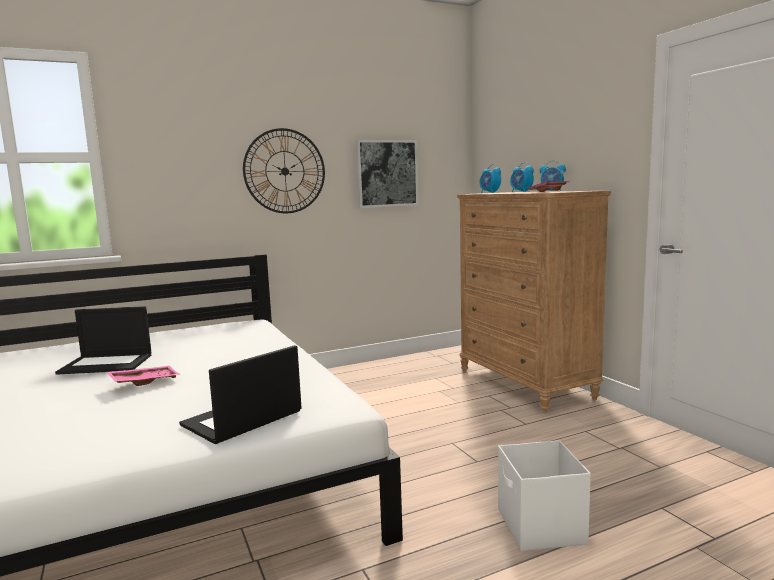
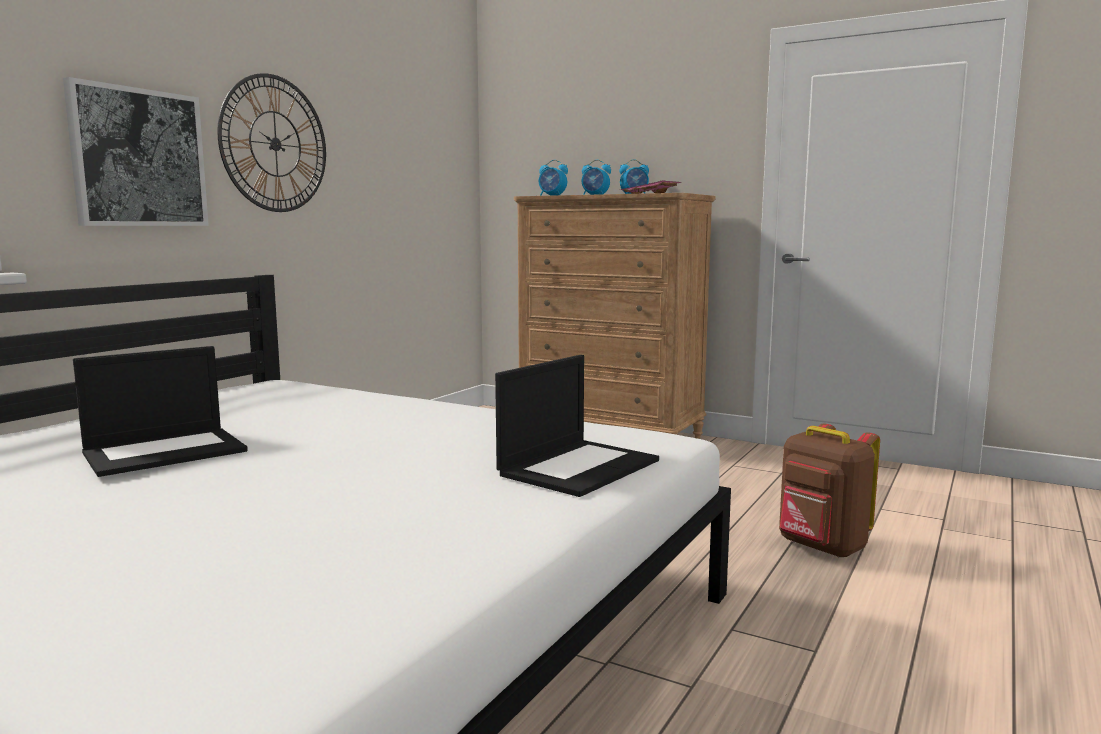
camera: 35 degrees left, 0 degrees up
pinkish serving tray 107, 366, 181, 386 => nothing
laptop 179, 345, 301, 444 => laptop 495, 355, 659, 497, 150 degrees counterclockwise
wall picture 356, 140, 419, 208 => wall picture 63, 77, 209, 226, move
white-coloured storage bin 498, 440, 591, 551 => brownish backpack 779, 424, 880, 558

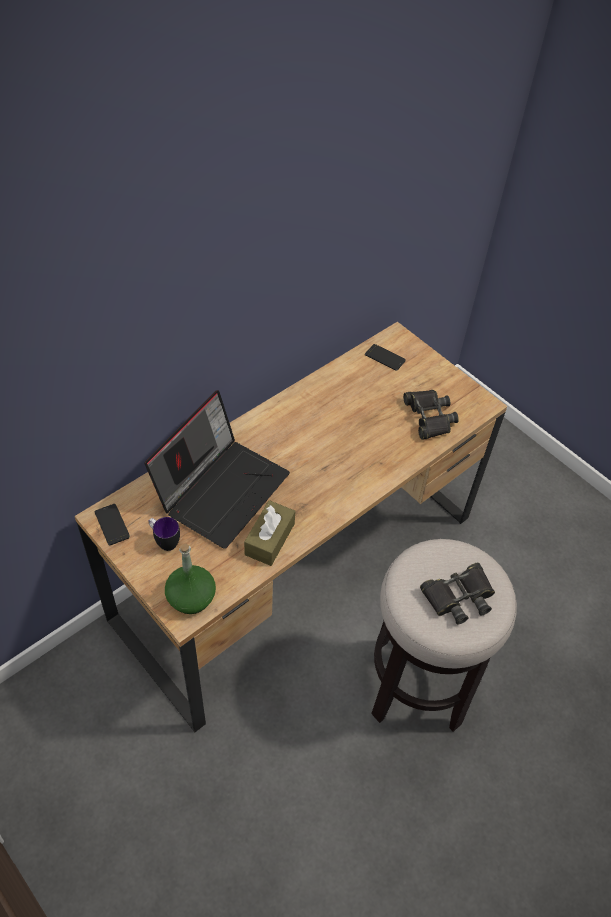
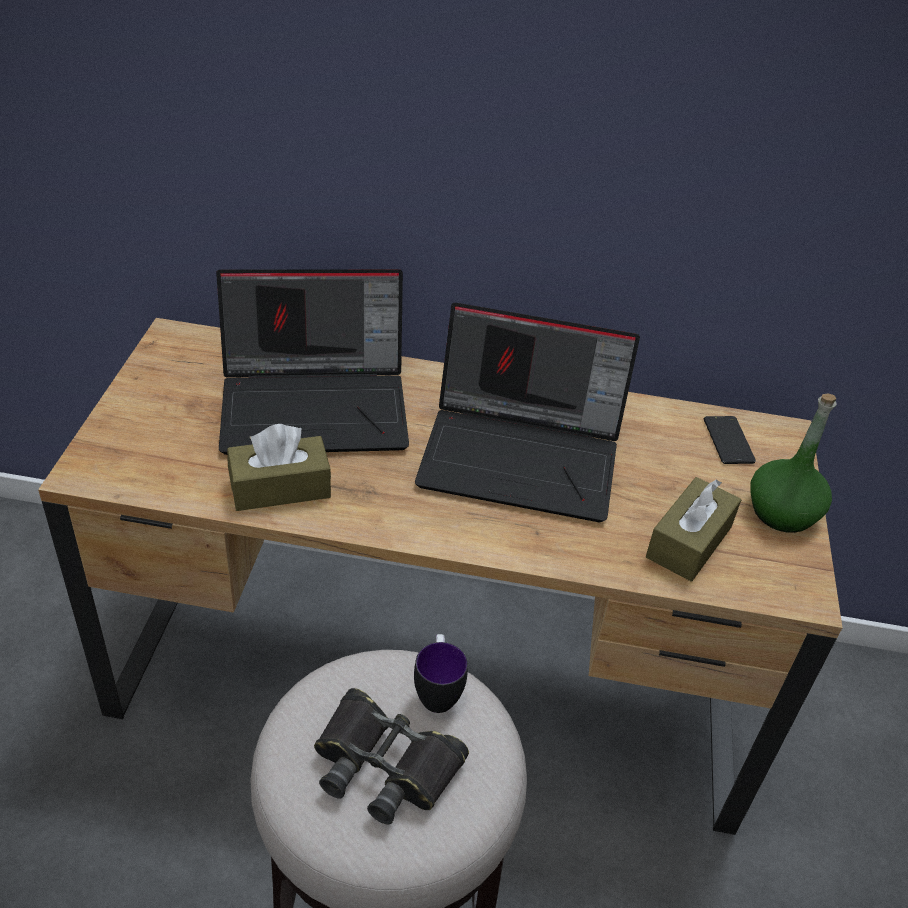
camera: 50 degrees right, 10 degrees down
phone 95, 504, 130, 545 => nothing
mug 148, 517, 180, 551 => mug 414, 634, 468, 713, move
greenish drink bottle 165, 544, 216, 614 => greenish drink bottle 750, 393, 837, 533, move
blackish binoculars 403, 390, 459, 440 => brownish tissue box 646, 477, 741, 581
nothing => laptop 415, 303, 640, 522

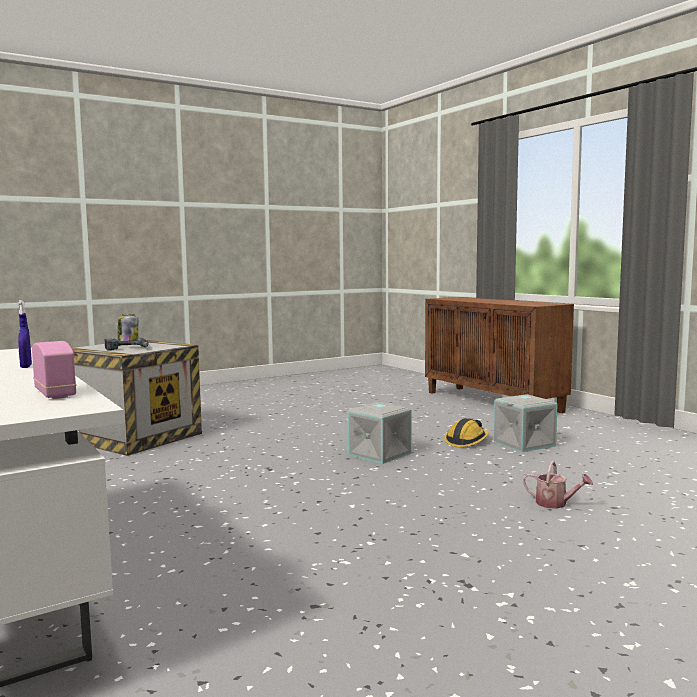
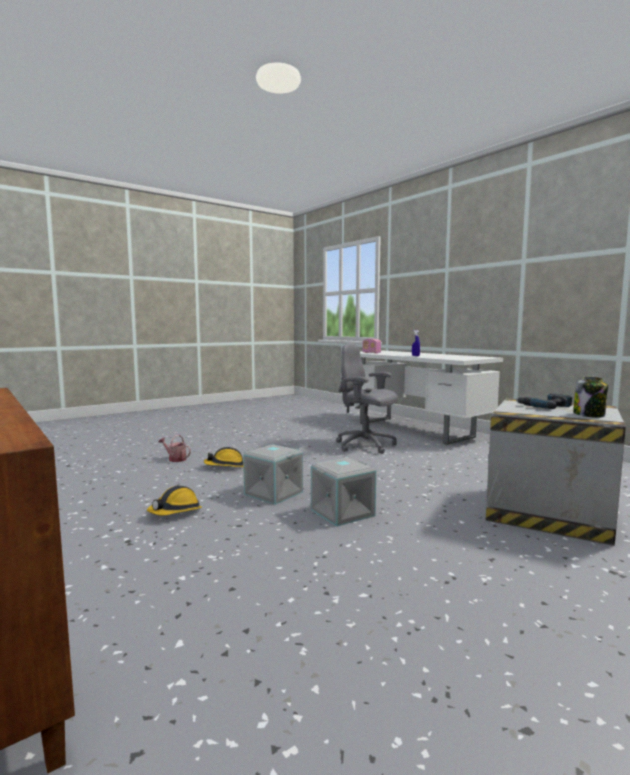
camera: 175 degrees right, 0 degrees up
grey storage bin 494, 394, 558, 452 => grey storage bin 311, 458, 376, 527, move
nothing => hard hat 204, 447, 244, 467
nothing => grey computer chair 336, 343, 398, 454

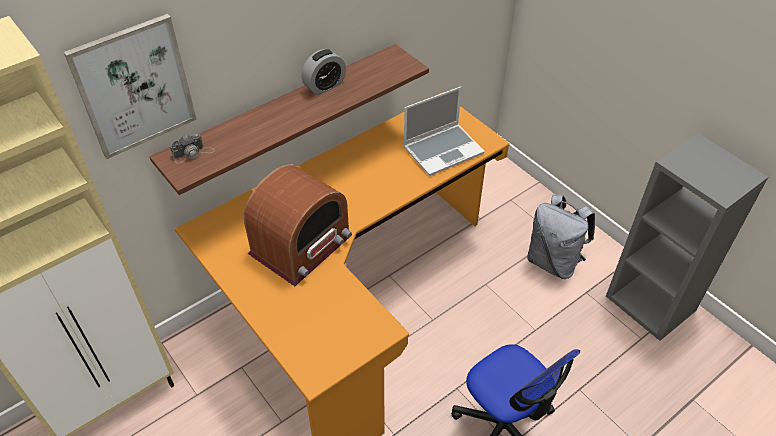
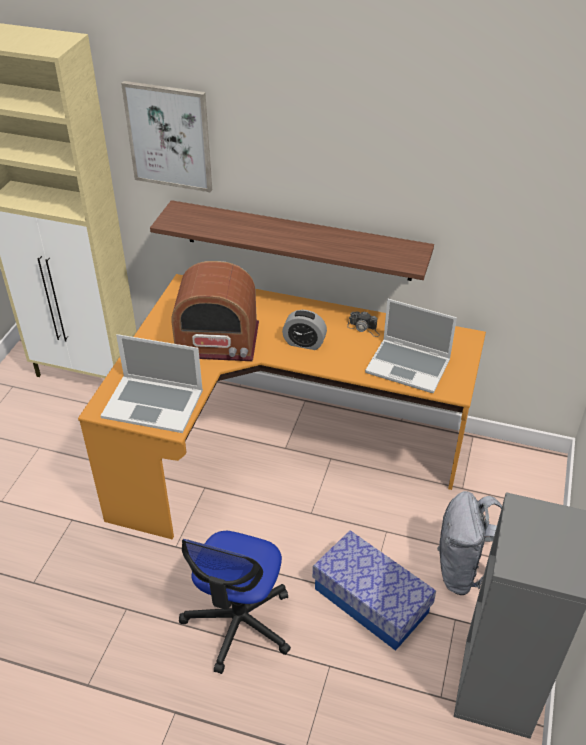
camera: 55 degrees right, 5 degrees down
still camera 170, 134, 215, 164 => still camera 347, 311, 380, 337, move
table clock 301, 49, 346, 95 => table clock 282, 310, 327, 350, move
nothing => laptop 101, 334, 203, 433
nothing => storage bin 313, 530, 436, 651

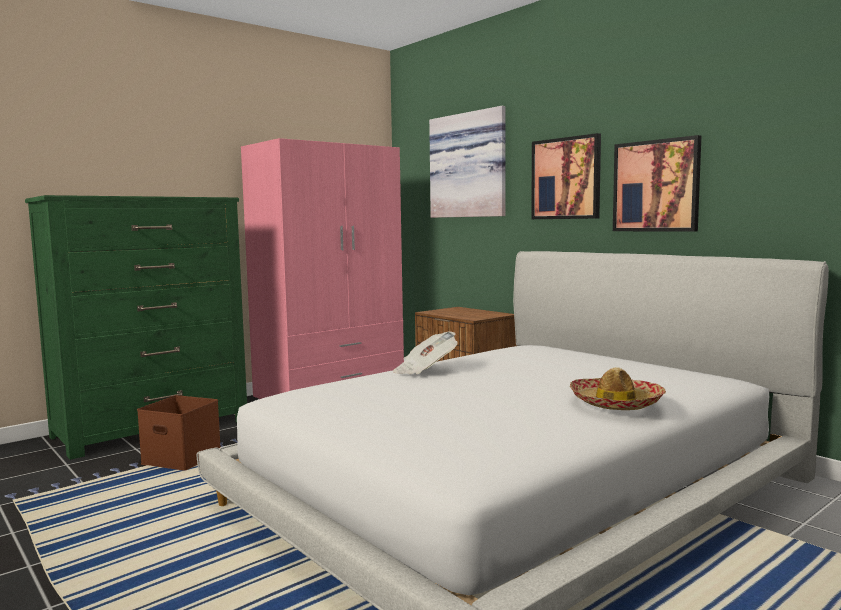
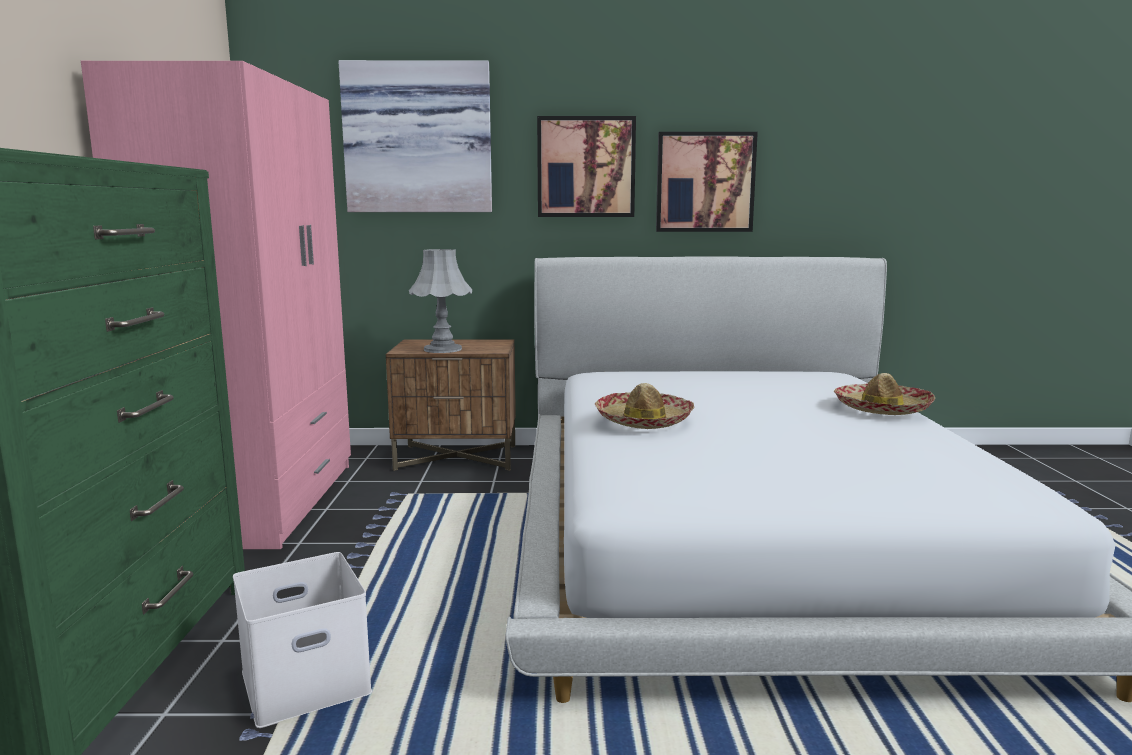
camera: 50 degrees left, 5 degrees up
brownish storage bin 137, 395, 220, 471 => white-coloured storage bin 233, 552, 372, 728
printed paper 393, 331, 458, 374 => hat 595, 383, 694, 429
nothing => grey table lamp 409, 249, 472, 353

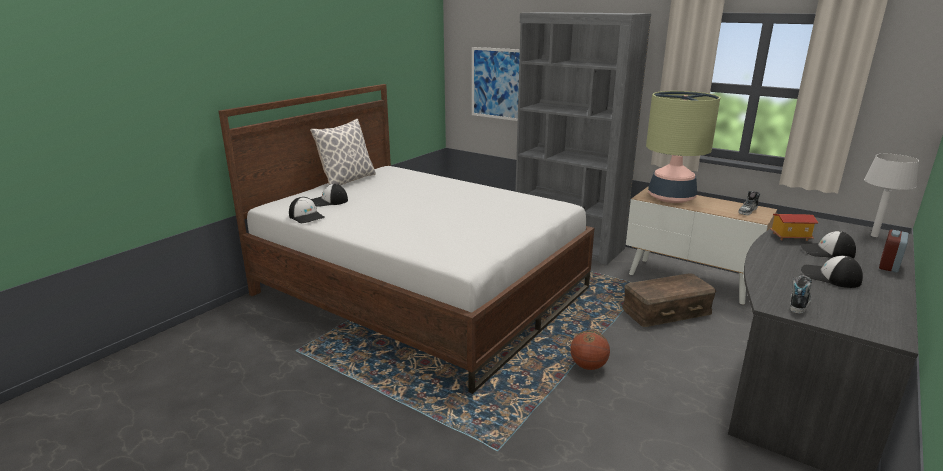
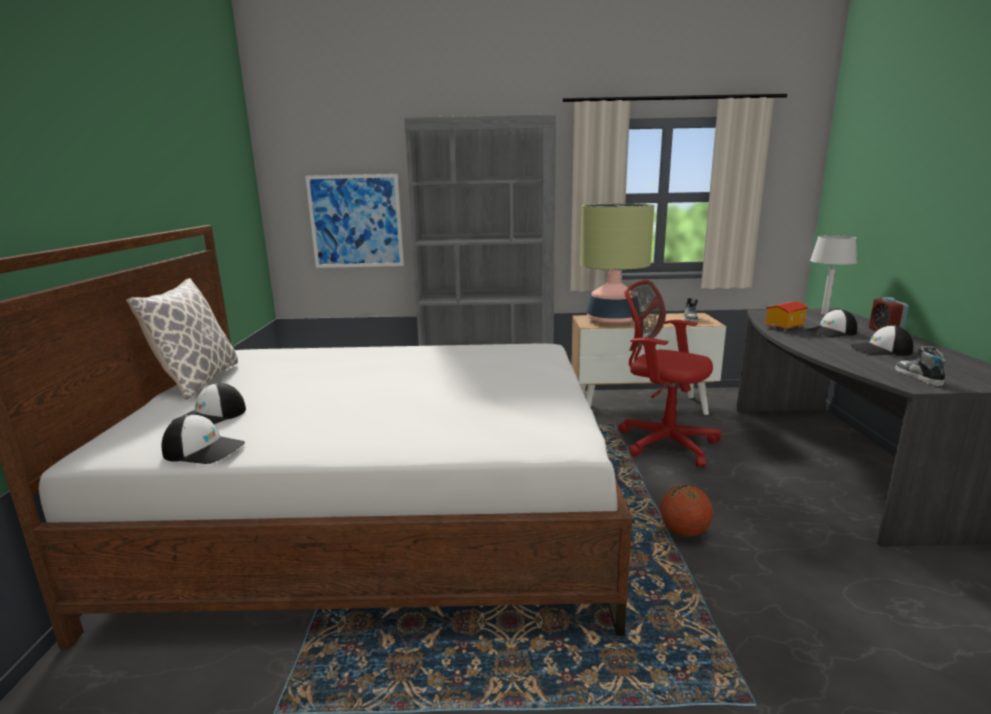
camera: 35 degrees left, 5 degrees down
brownish storage bin 622, 273, 716, 327 => reddish computer chair 618, 280, 721, 468

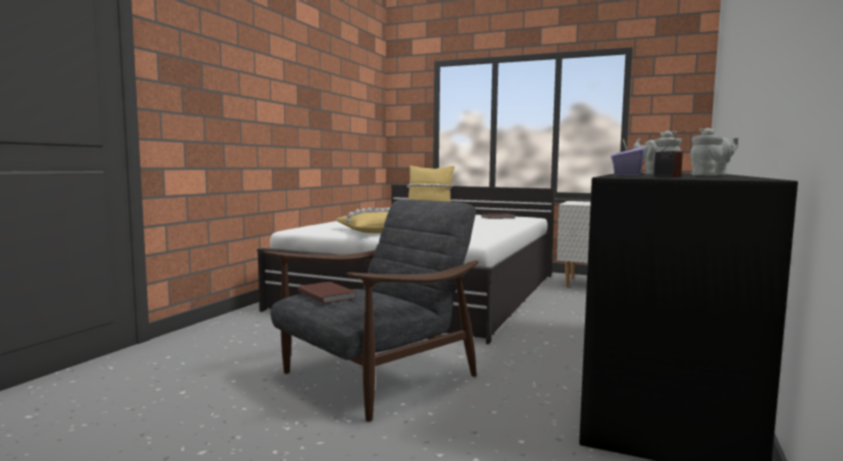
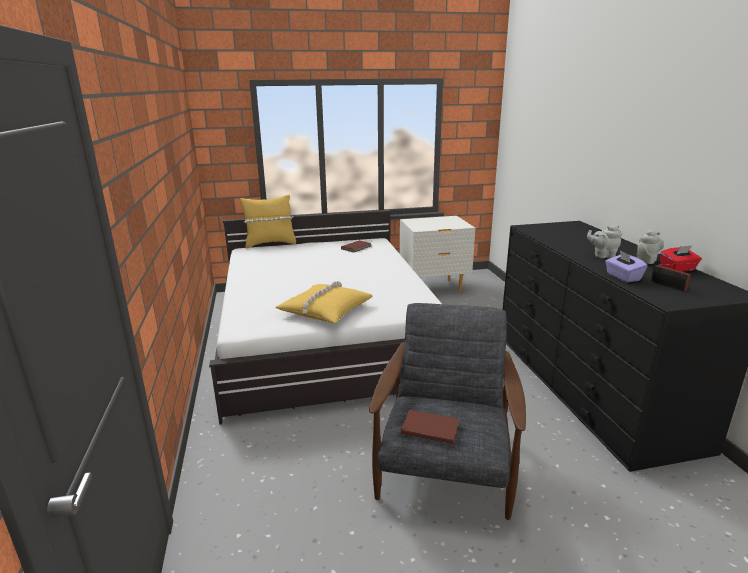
camera: 35 degrees left, 15 degrees up
nothing => reddish tissue box 660, 245, 702, 272

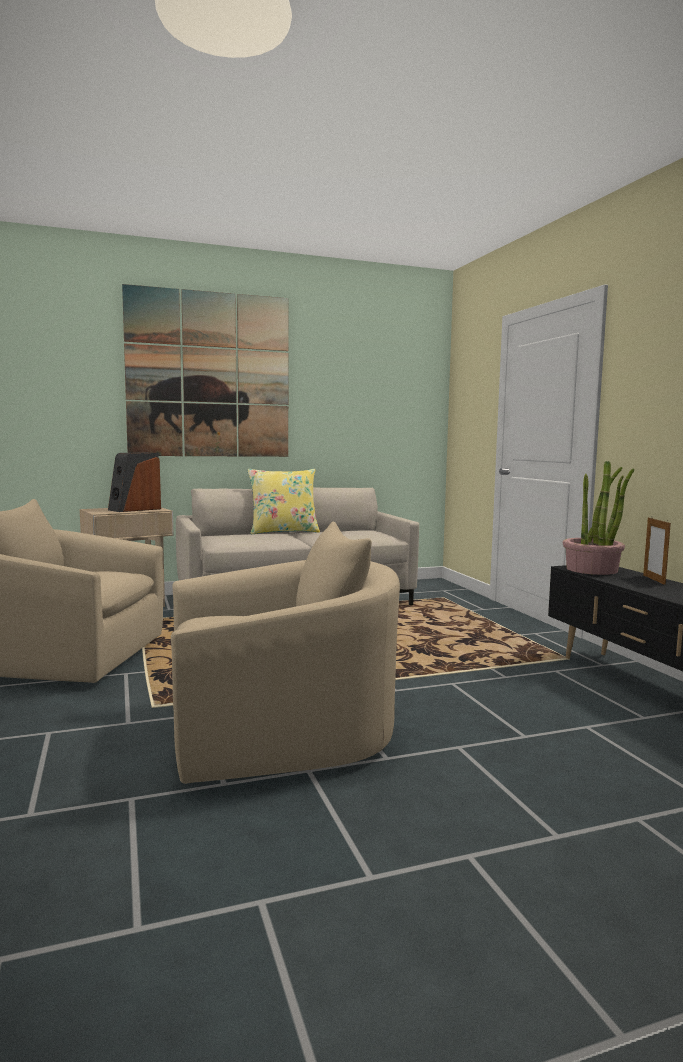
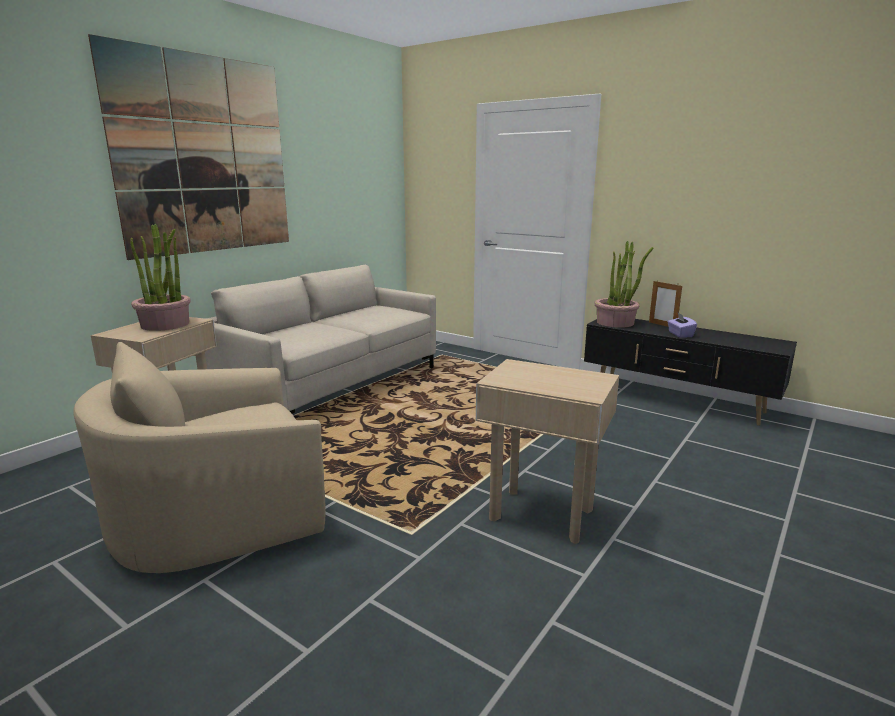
camera: 35 degrees left, 10 degrees up
audio speaker 108, 453, 161, 512 => plant in a pot 130, 224, 191, 331
beige-coloured lounge chair 171, 521, 400, 784 => beige-coloured end table 476, 359, 619, 544
yellow-coloured cushion 247, 469, 320, 534 => nothing
nothing => purplish tissue box 667, 313, 697, 338

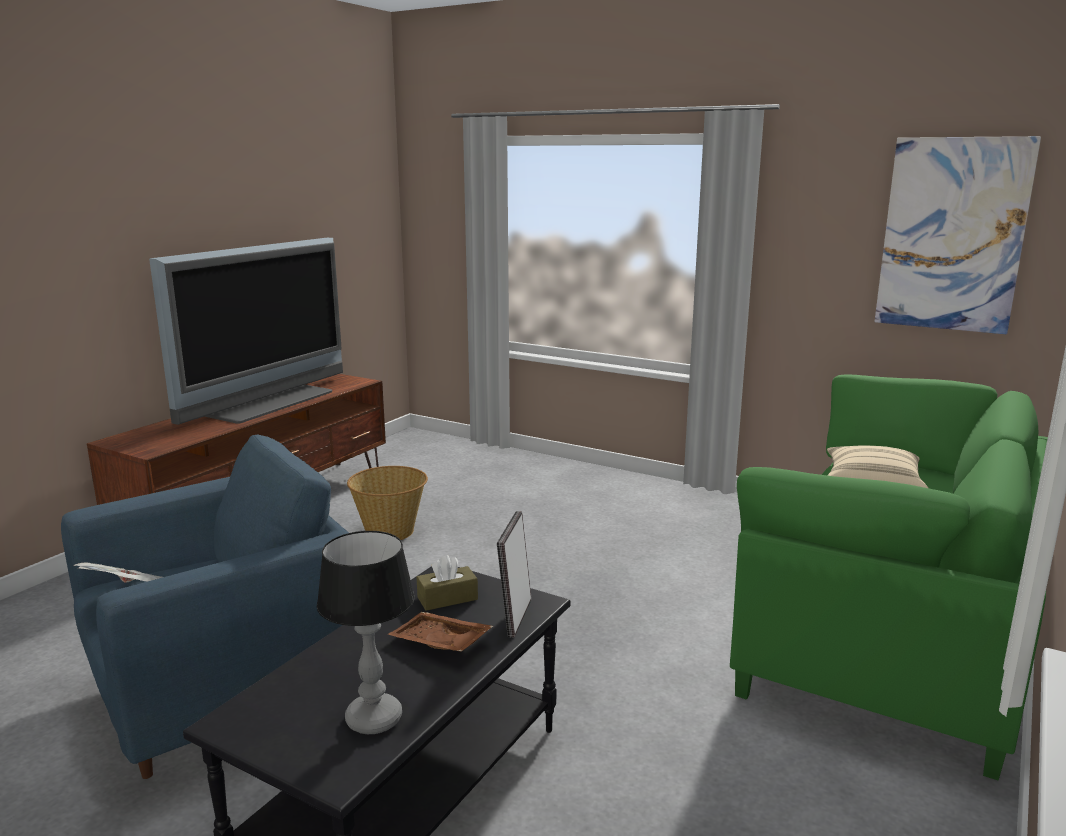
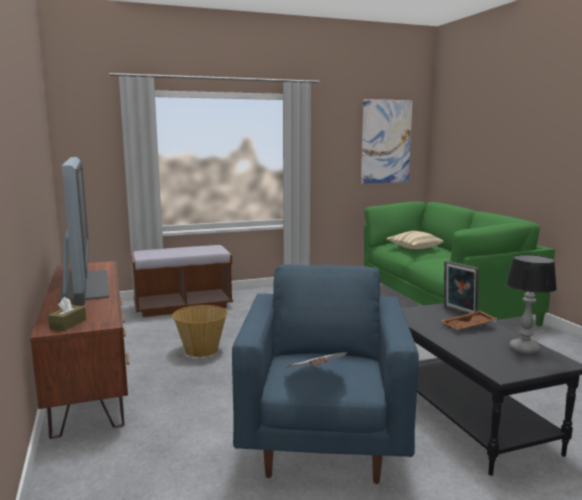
camera: 50 degrees left, 5 degrees down
brownish tissue box 417, 555, 478, 611 => brownish tissue box 48, 297, 86, 331, move
nothing => brownish indoor bench 131, 245, 233, 317

